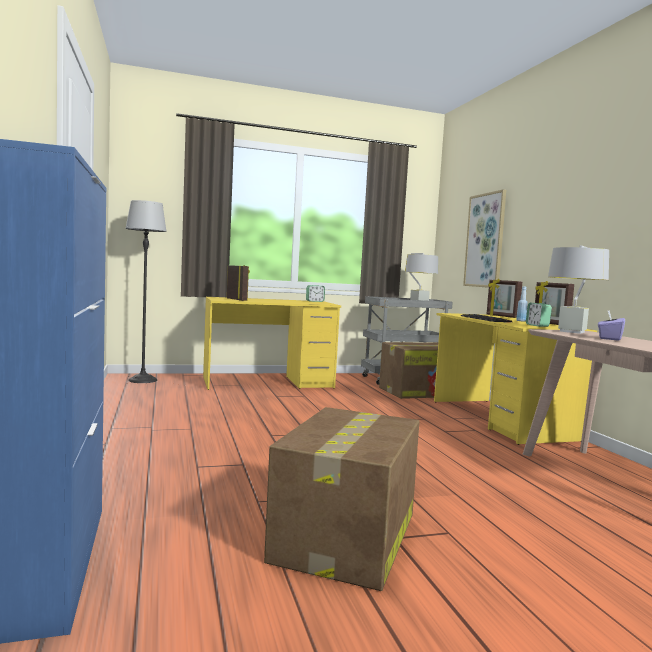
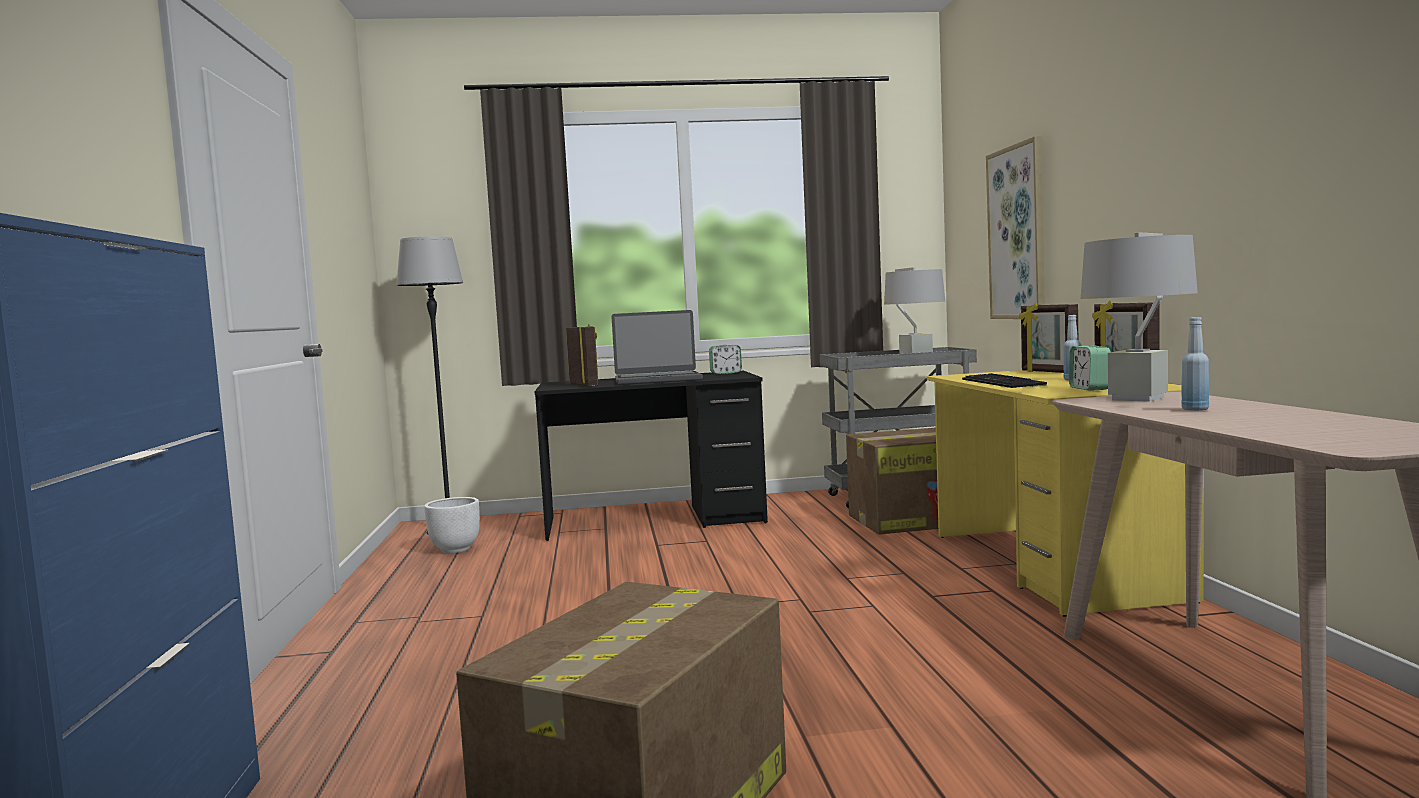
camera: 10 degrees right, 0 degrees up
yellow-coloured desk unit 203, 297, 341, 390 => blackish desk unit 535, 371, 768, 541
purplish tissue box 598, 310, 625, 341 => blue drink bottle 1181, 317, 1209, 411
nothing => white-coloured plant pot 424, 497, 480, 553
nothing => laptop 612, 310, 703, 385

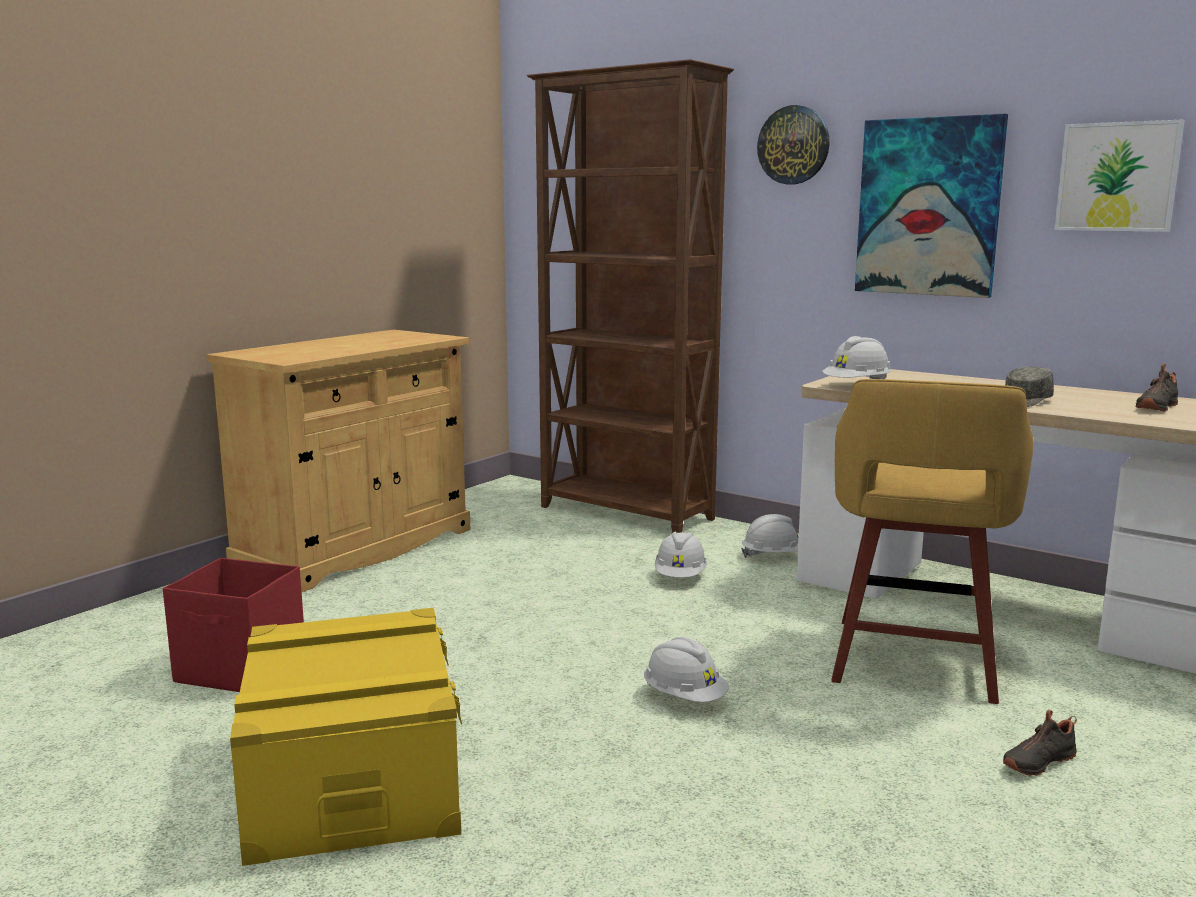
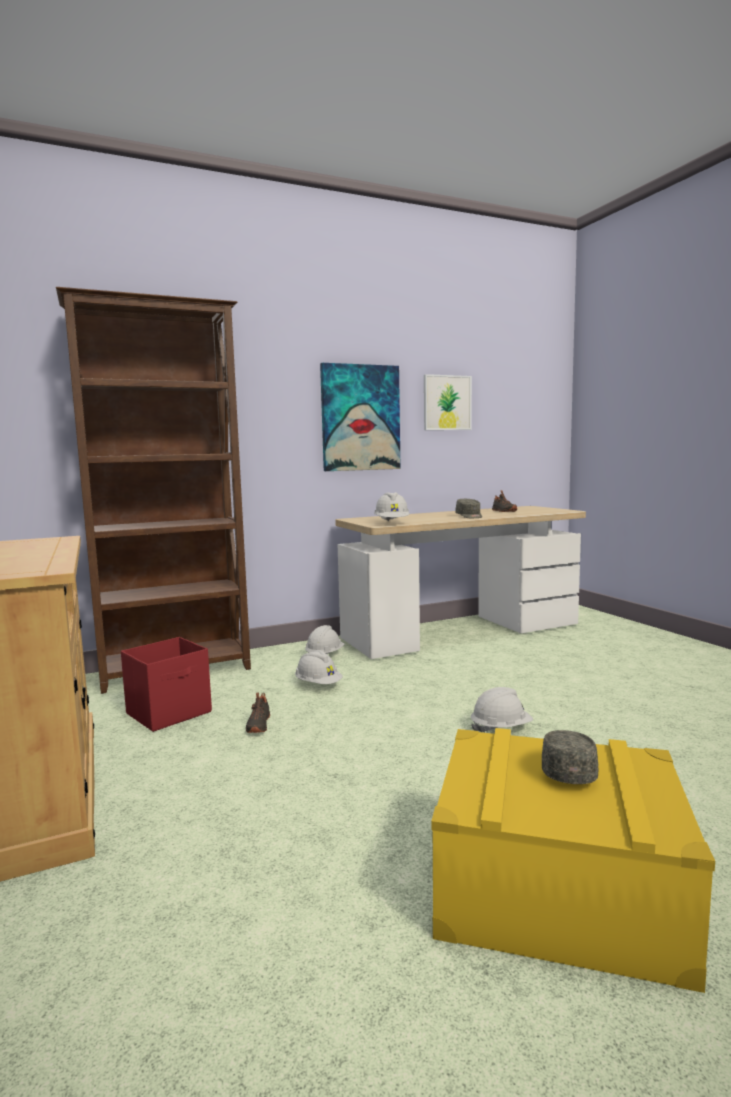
camera: 60 degrees left, 5 degrees down
reddish storage bin 163, 558, 304, 692 => reddish storage bin 121, 637, 212, 732, move
hanging clock 757, 105, 830, 184 => nothing
yellow-coloured stool 831, 379, 1033, 704 => nothing
blackish shoe 1003, 709, 1077, 776 => blackish shoe 246, 692, 270, 733, move
nothing => grey baseball cap 542, 730, 598, 784

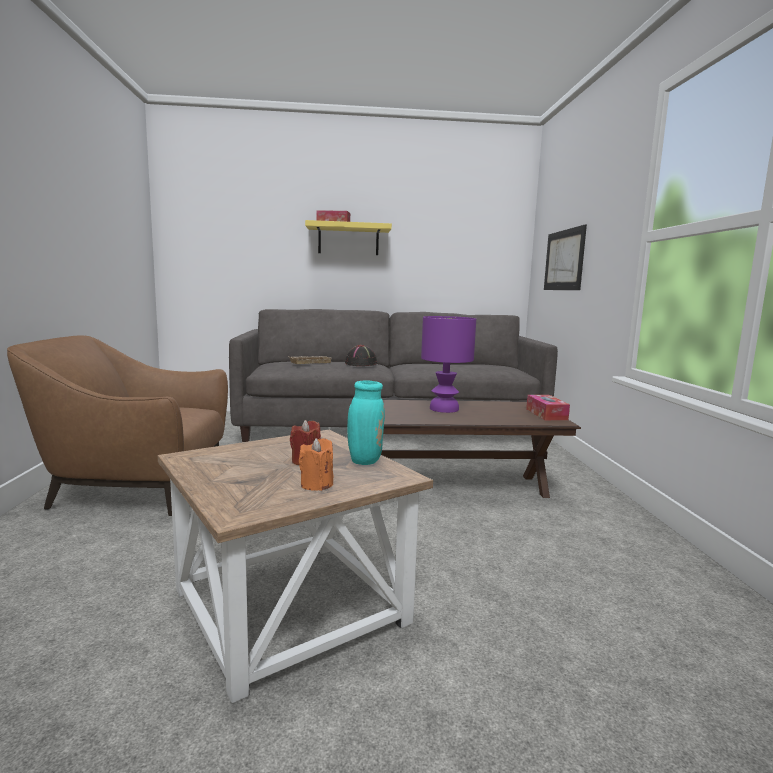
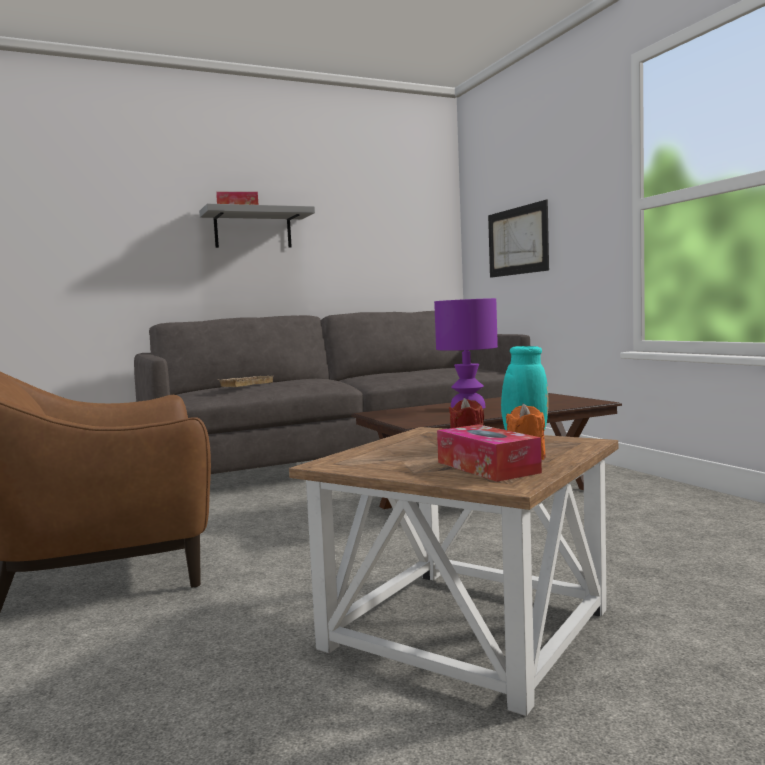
camera: 20 degrees left, 5 degrees down
yellow-coloured bracket shelf 305, 220, 392, 255 => grey bracket shelf 199, 204, 315, 248
blackish hat 345, 345, 377, 366 => nothing
tissue box 526, 395, 570, 420 => tissue box 437, 424, 542, 482, move

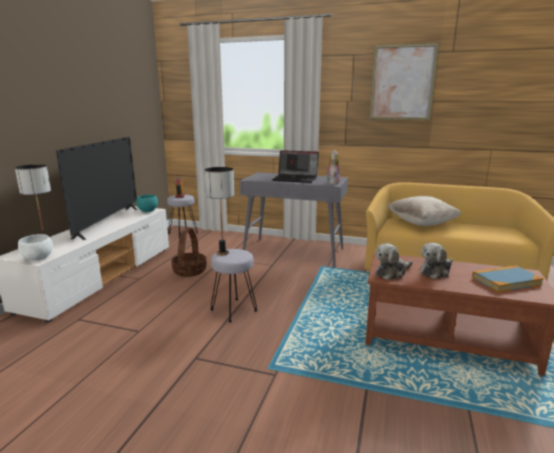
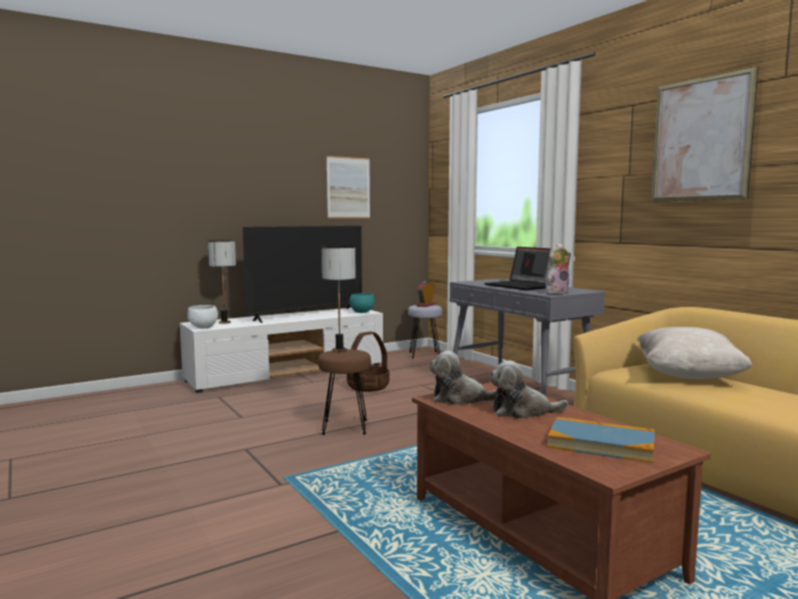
camera: 40 degrees right, 10 degrees down
grey stool 210, 249, 258, 322 => brownish stool 318, 349, 371, 435
nothing => wall picture 326, 156, 370, 218

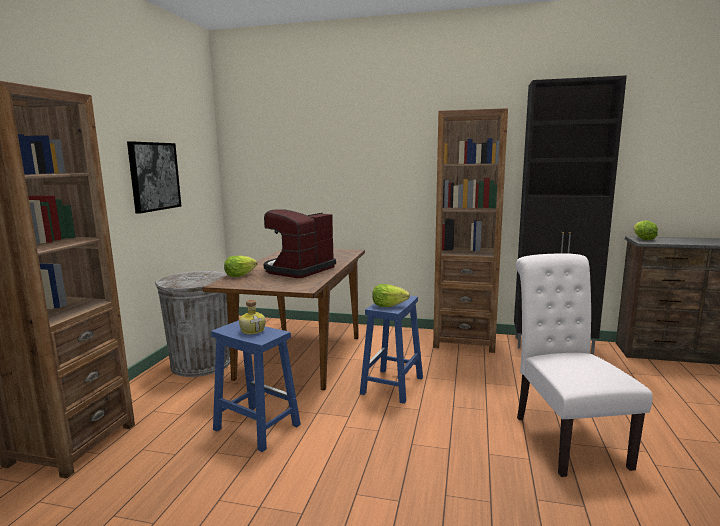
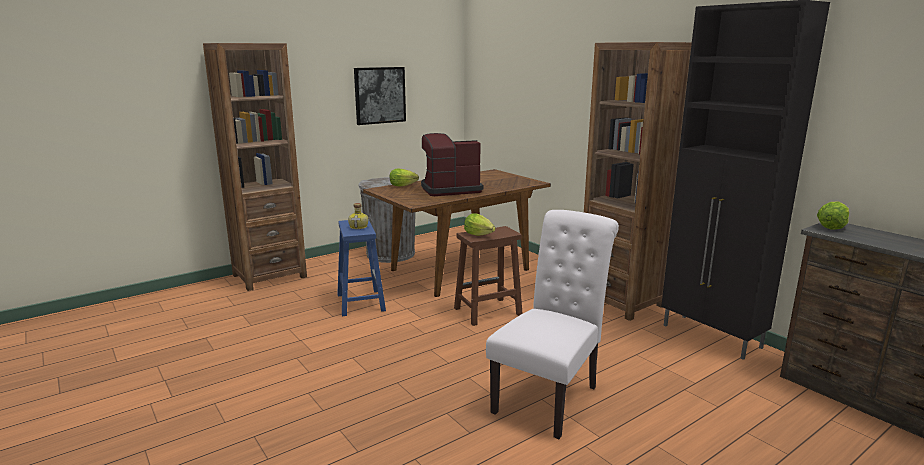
camera: 40 degrees right, 5 degrees up
blue stool 360, 296, 423, 404 => brownish stool 454, 226, 523, 326

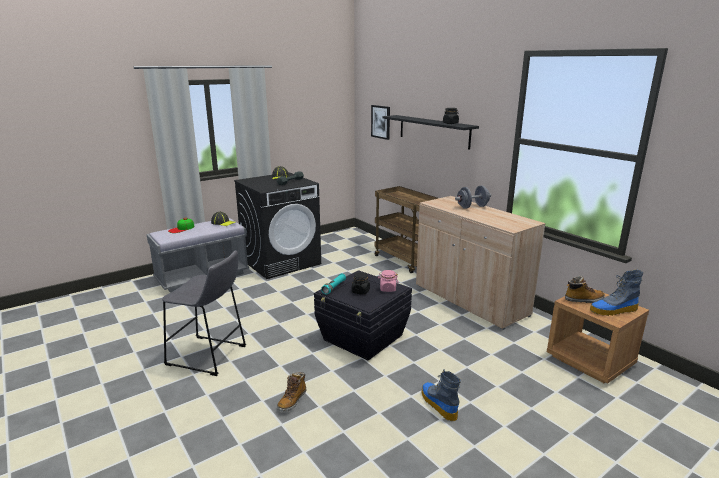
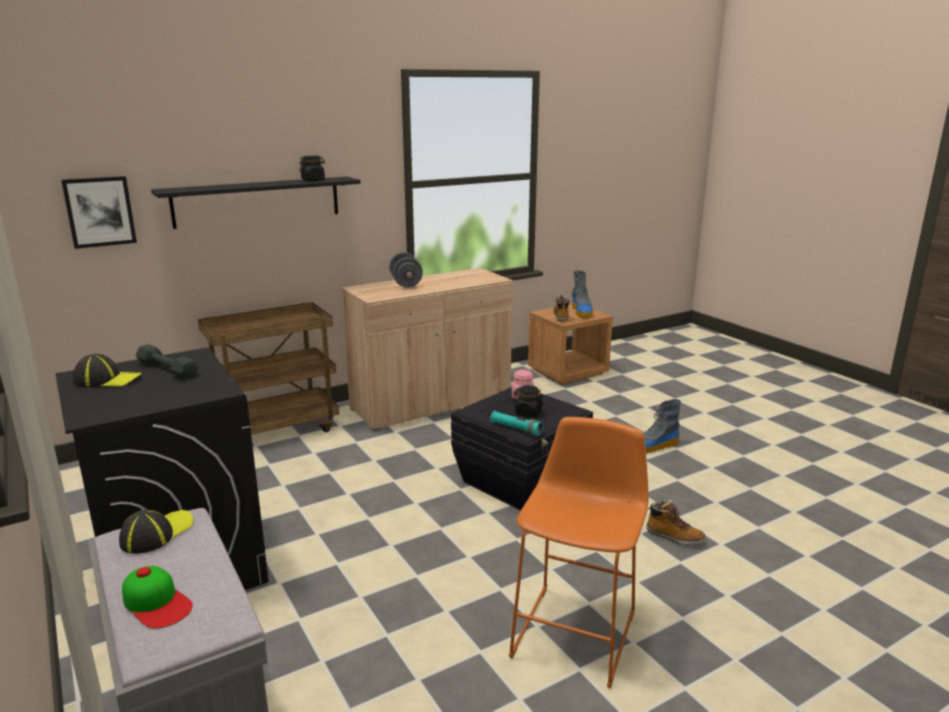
camera: 85 degrees left, 0 degrees up
grey stool 162, 251, 247, 376 => orangey stool 509, 417, 648, 688

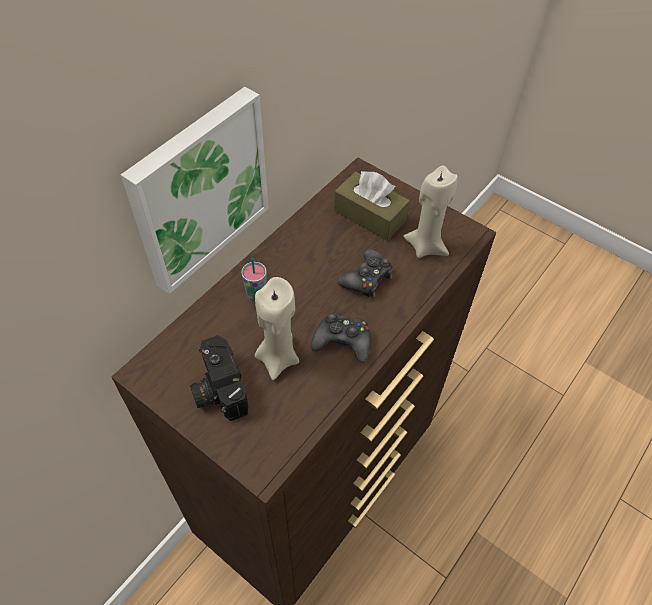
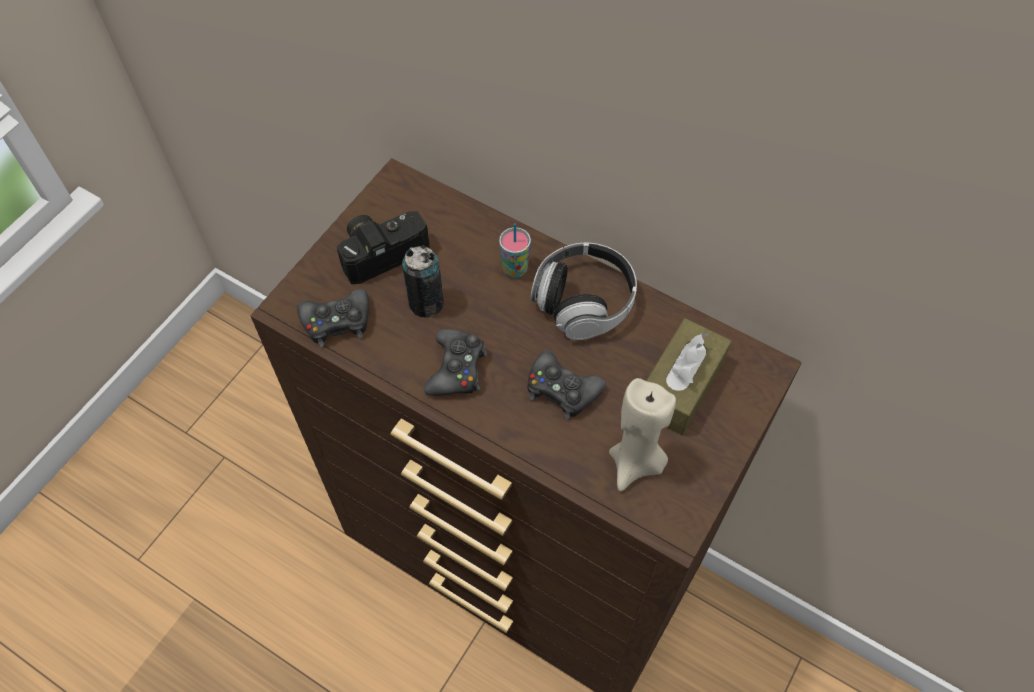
camera: 85 degrees right, 5 degrees up
wall picture 121, 87, 269, 294 => nothing
beige-coloured wax candle 255, 277, 299, 380 => can 402, 245, 444, 318
nothing => blackish gamepad 297, 289, 369, 347
nothing => headset 530, 243, 637, 340

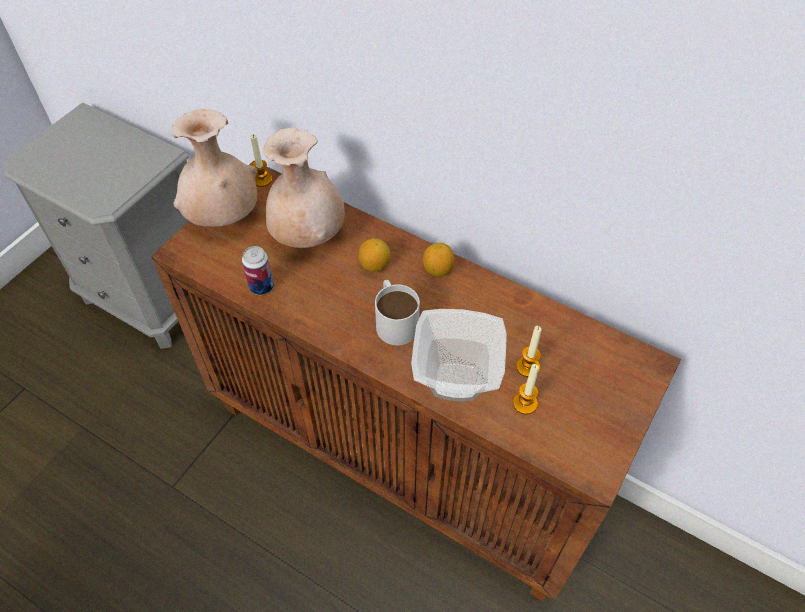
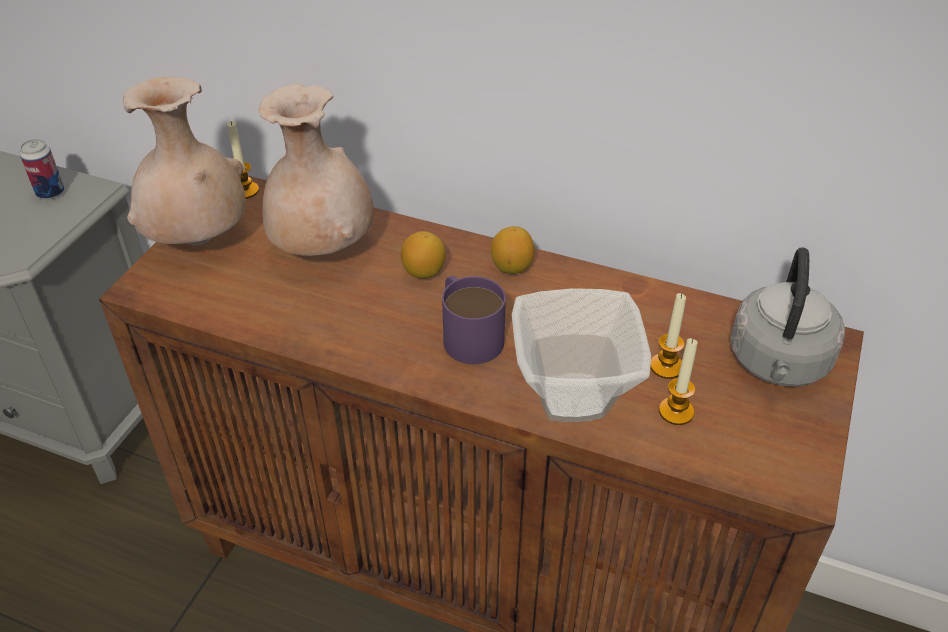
camera: 10 degrees left, 10 degrees down
can 242, 246, 274, 295 => can 20, 139, 64, 200, move
white-coloured mug 375, 280, 420, 345 => purplish mug 442, 276, 506, 364
nothing => grey water kettle 731, 247, 845, 387

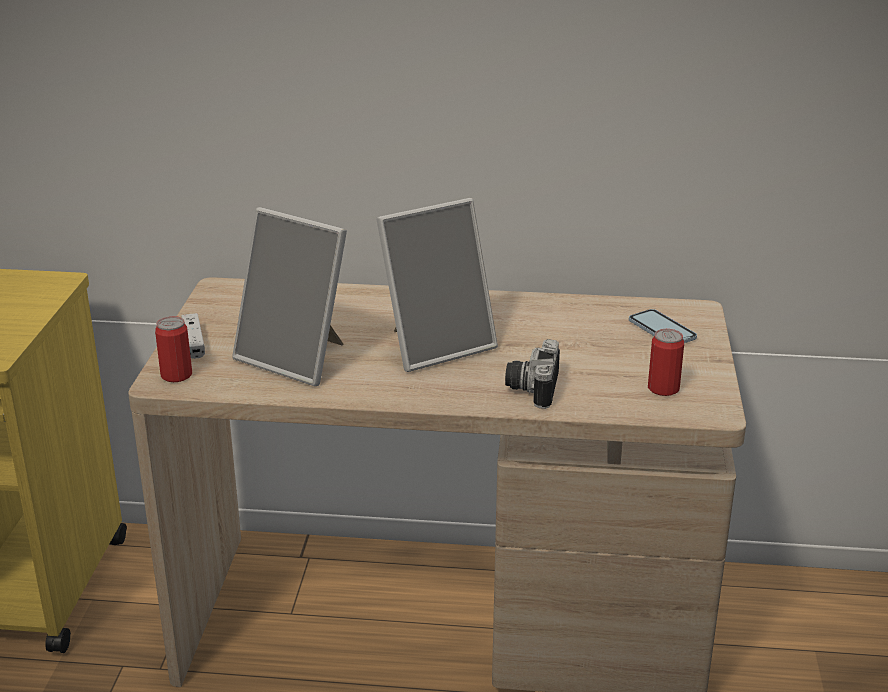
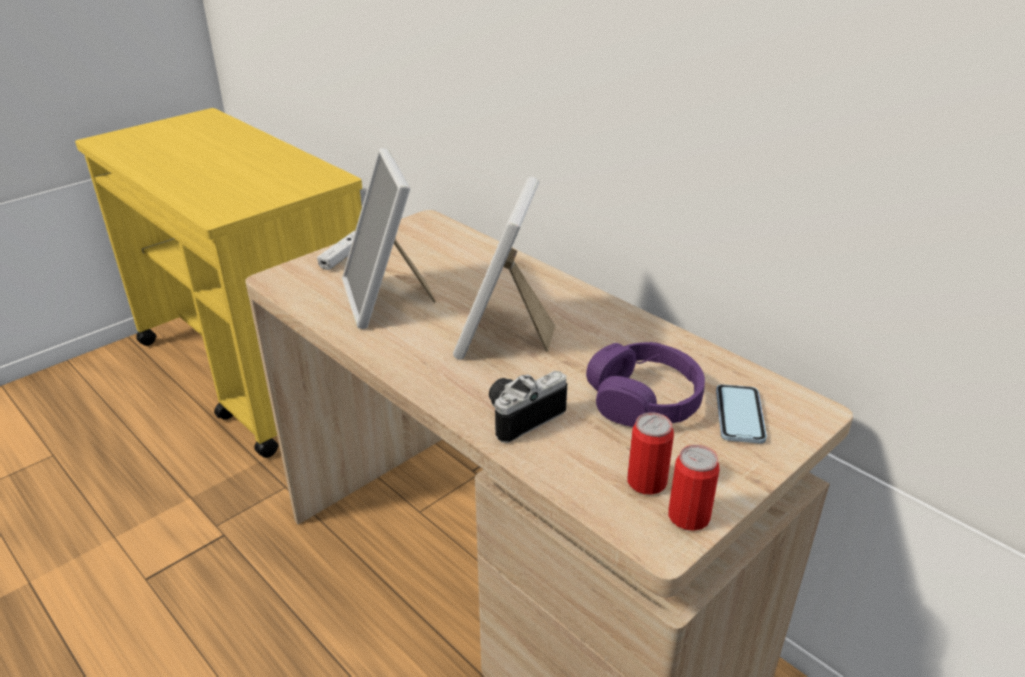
camera: 40 degrees right, 5 degrees up
can 155, 316, 192, 382 => can 668, 445, 719, 531, move
standing frame 376, 198, 498, 372 => standing frame 453, 177, 555, 360, 90 degrees clockwise
nothing => purplish headset 586, 342, 705, 427

